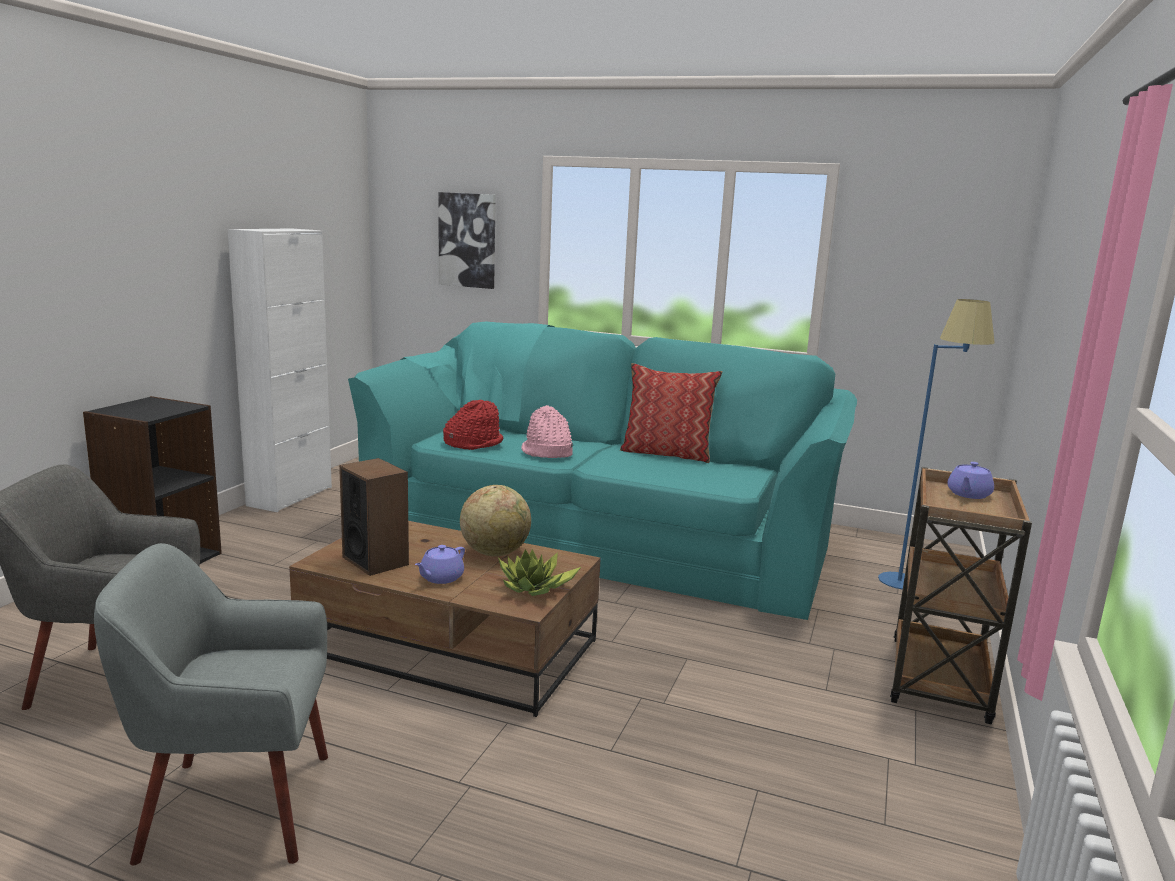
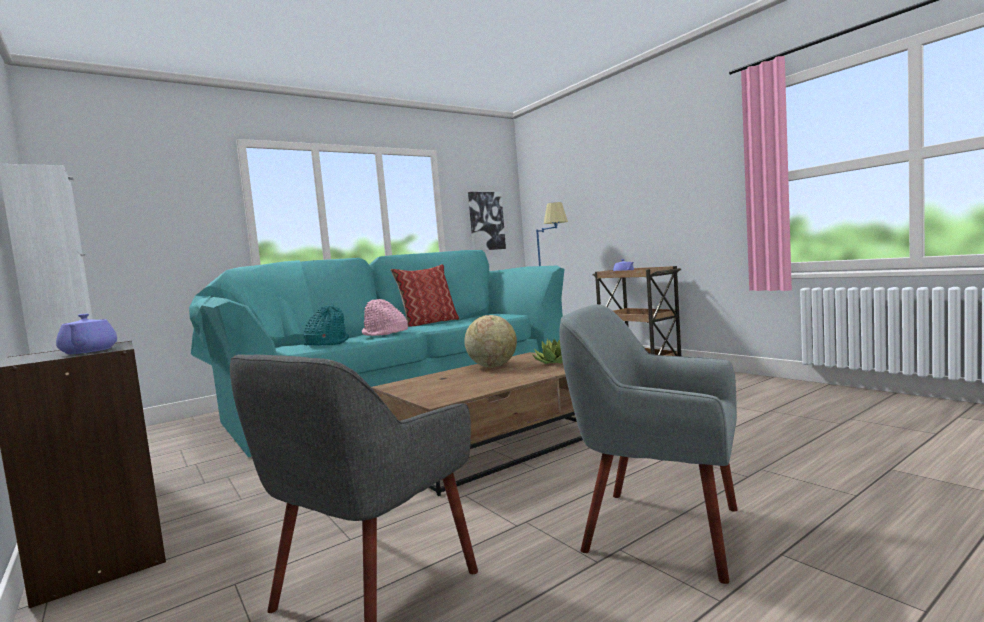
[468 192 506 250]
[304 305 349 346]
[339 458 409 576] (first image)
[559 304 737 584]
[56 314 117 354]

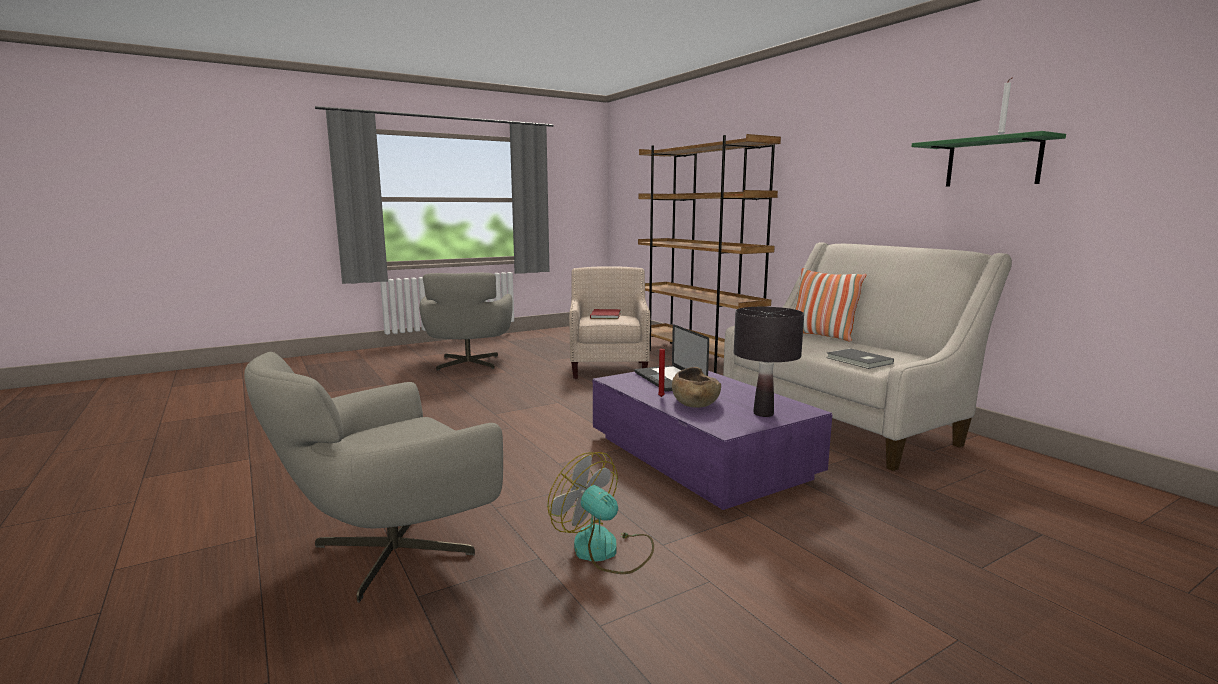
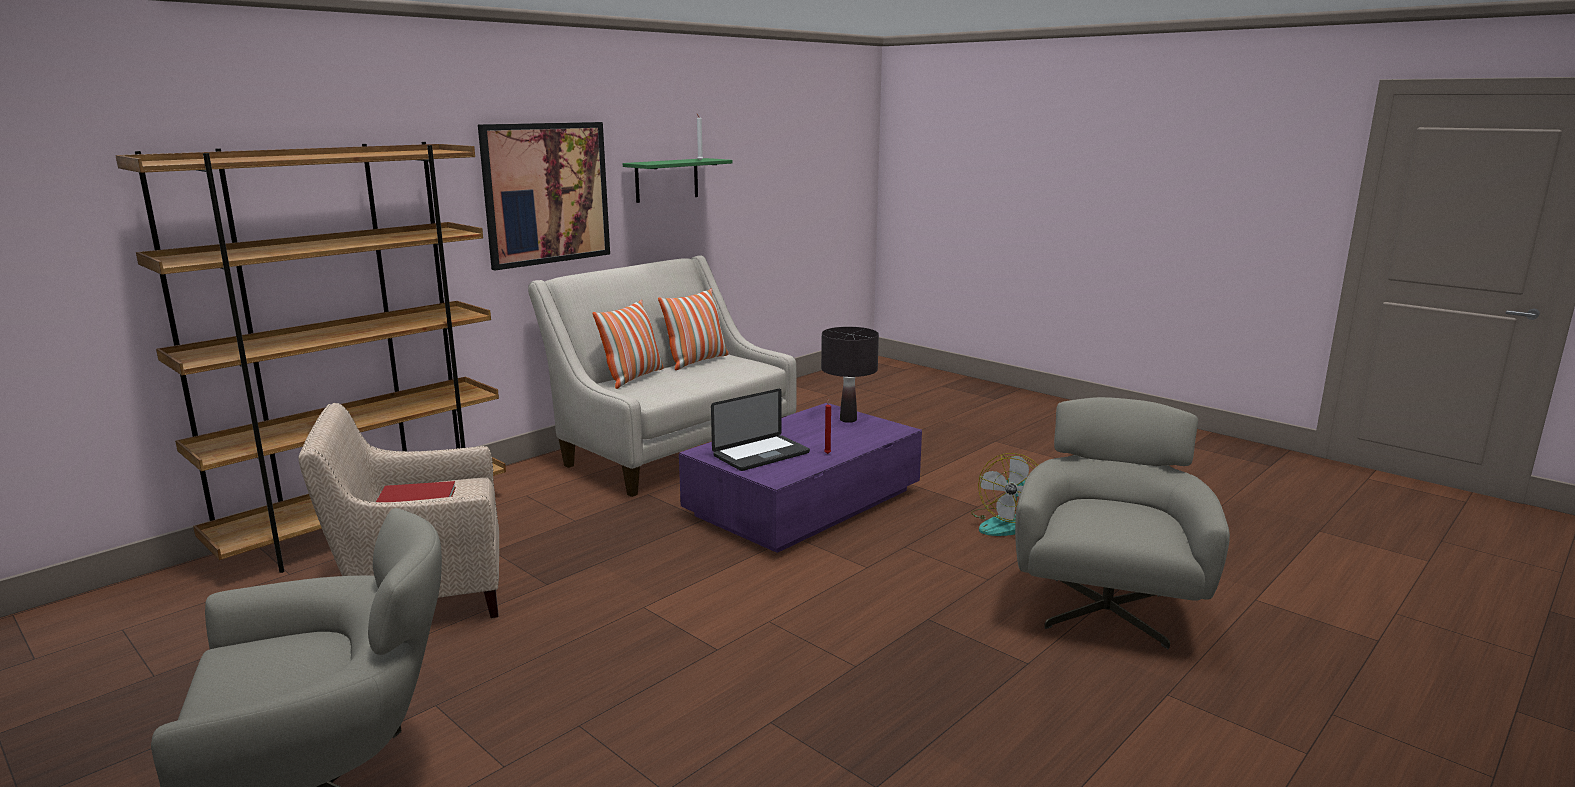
[826 348 894 369] (first image)
[1015 397 1230 649]
[672 367 721 408] (first image)
[478 122 610 270]
[658 289 729 370]

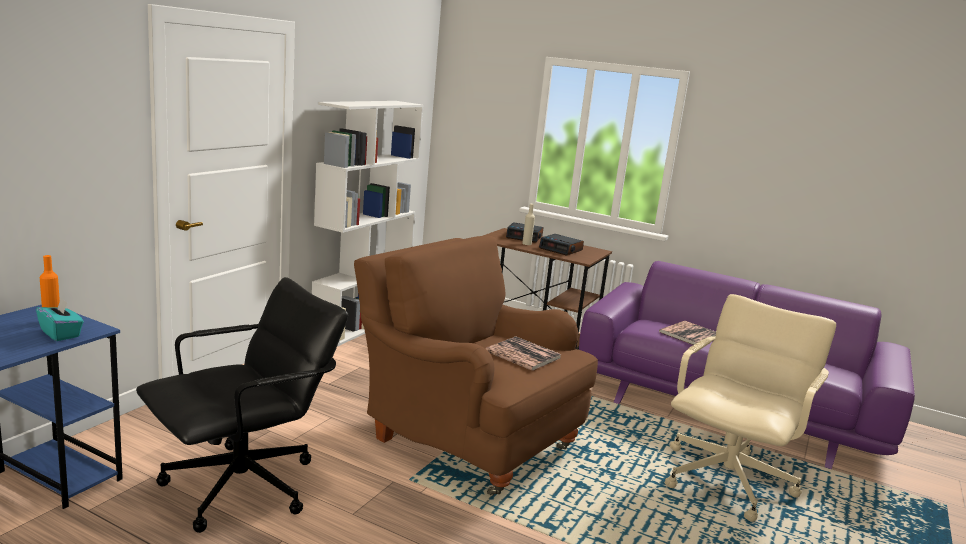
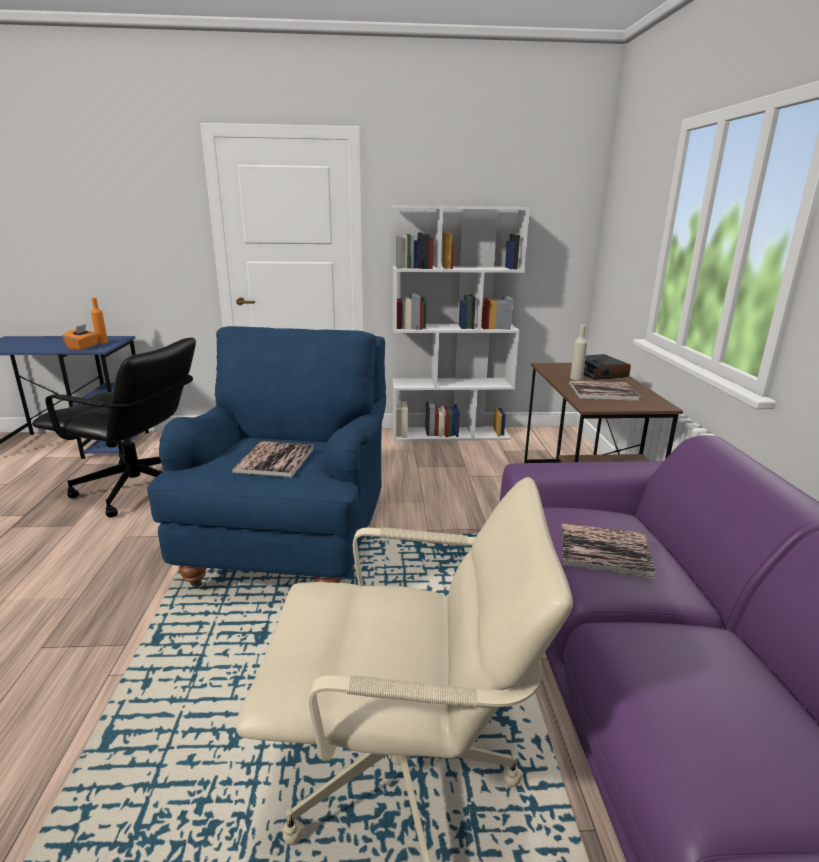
[569 380 640 401]
[147 326 386 589]
[62 324 99 350]

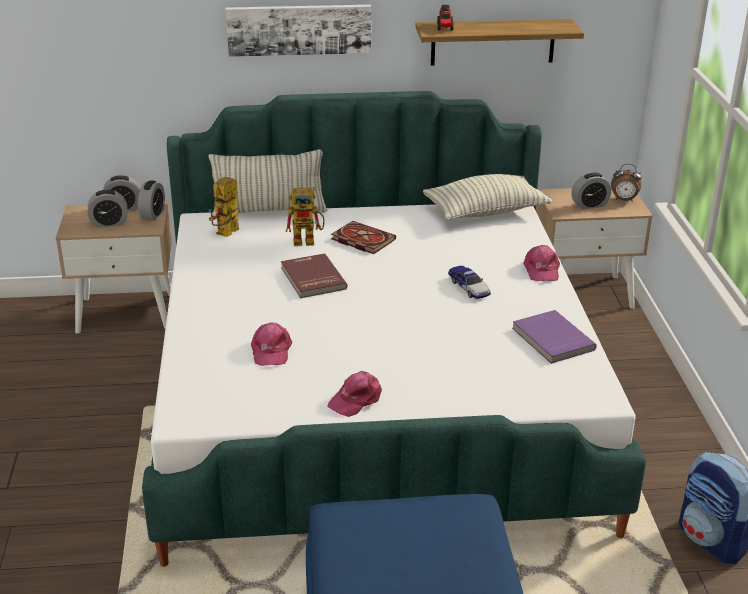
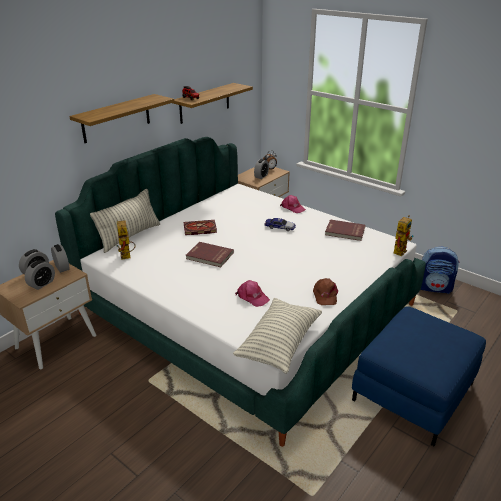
[69 94 174 143]
[233 298 322 374]
[394 215 413 256]
[325 219 365 241]
[313 278 338 305]

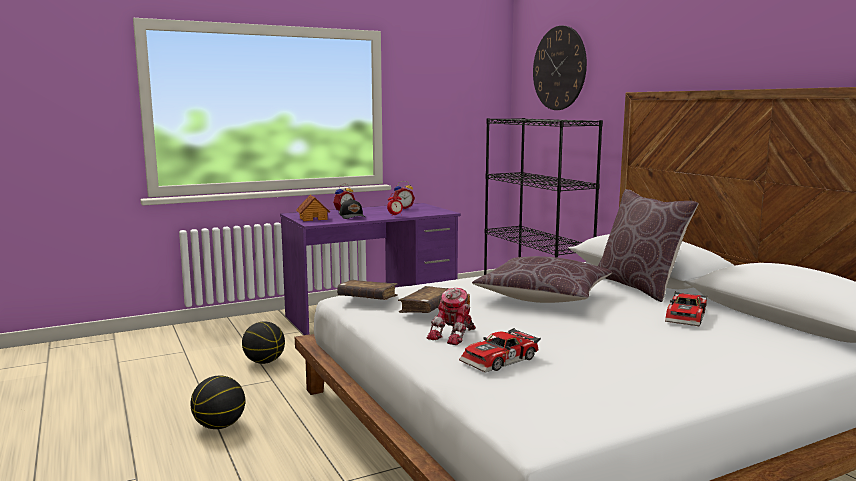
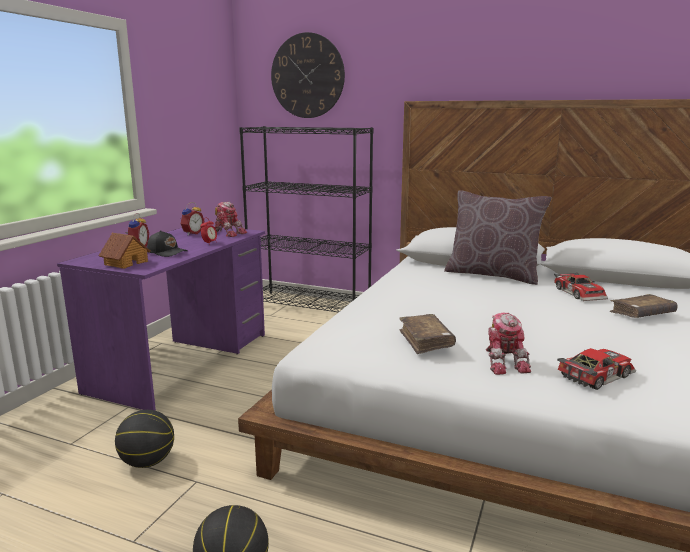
[472 256 612 303] (first image)
[610 294 678 318]
[557 348 636 390]
[215 202 247 237]

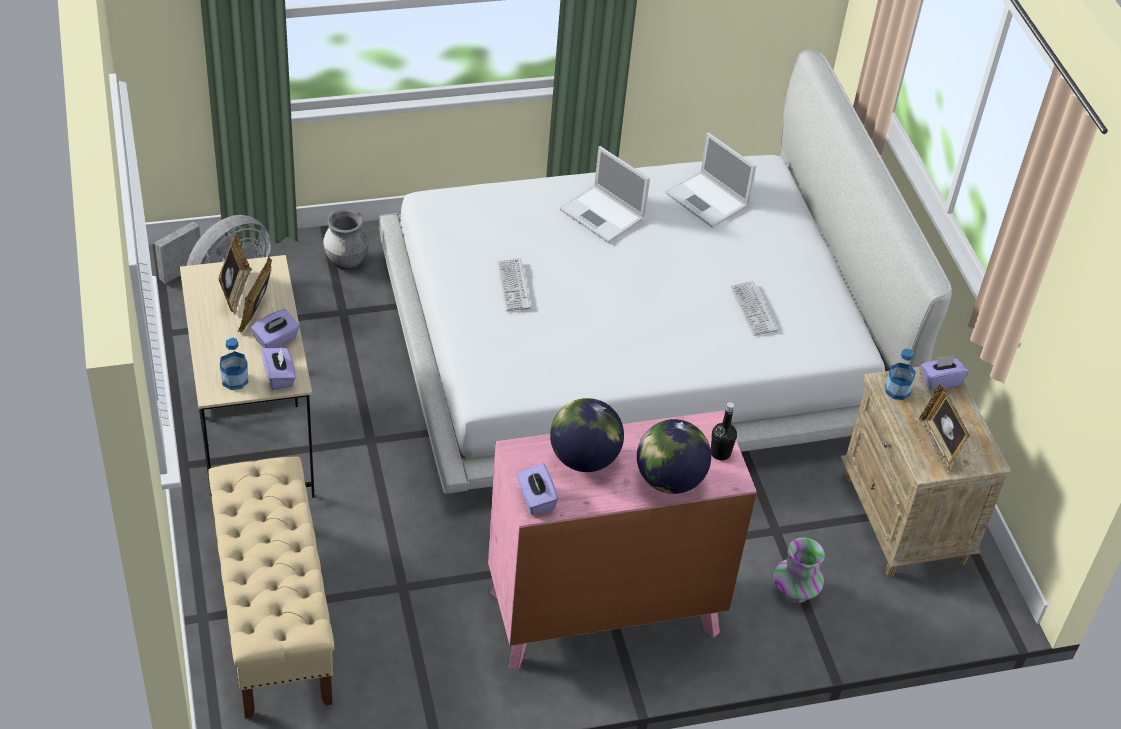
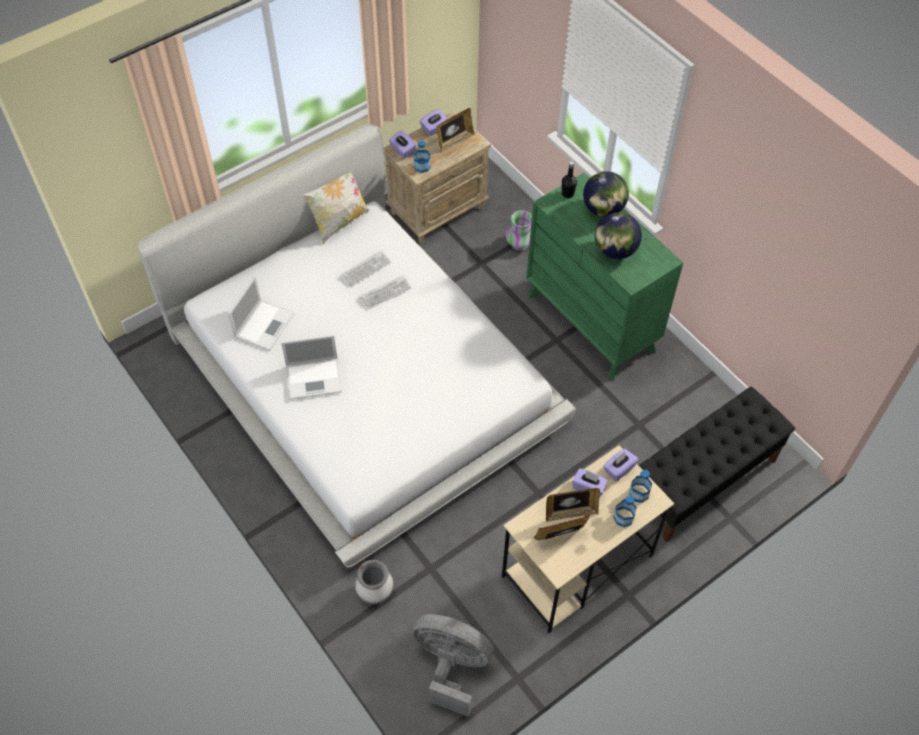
[281 334 342 400]
[359 275 412 310]
[526 173 683 381]
[638 387 795 543]
[420 109 448 136]
[303 172 369 245]
[613 495 637 527]

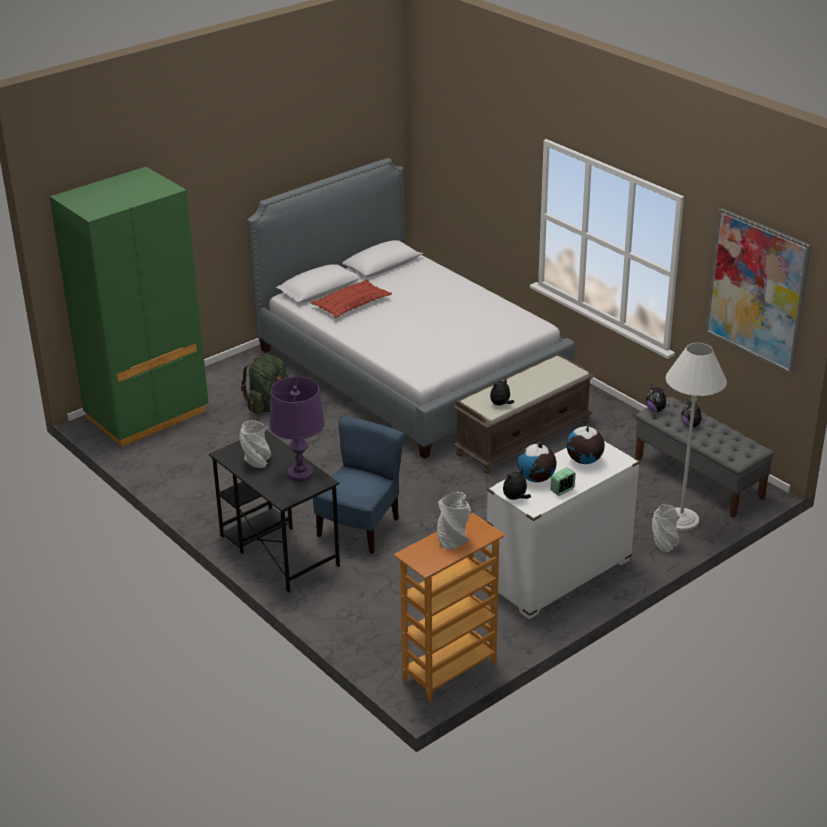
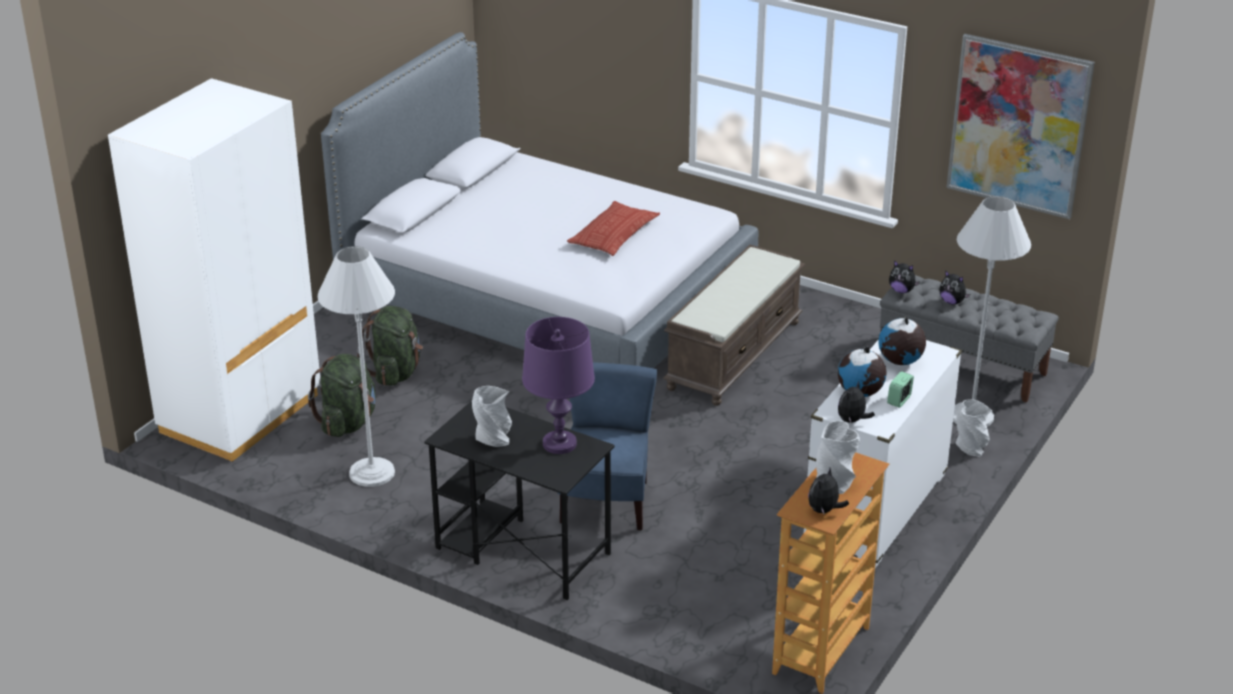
[108 78 320 462]
[567 201 660 256]
[808 468 849 515]
[318 246 395 487]
[308 354 376 437]

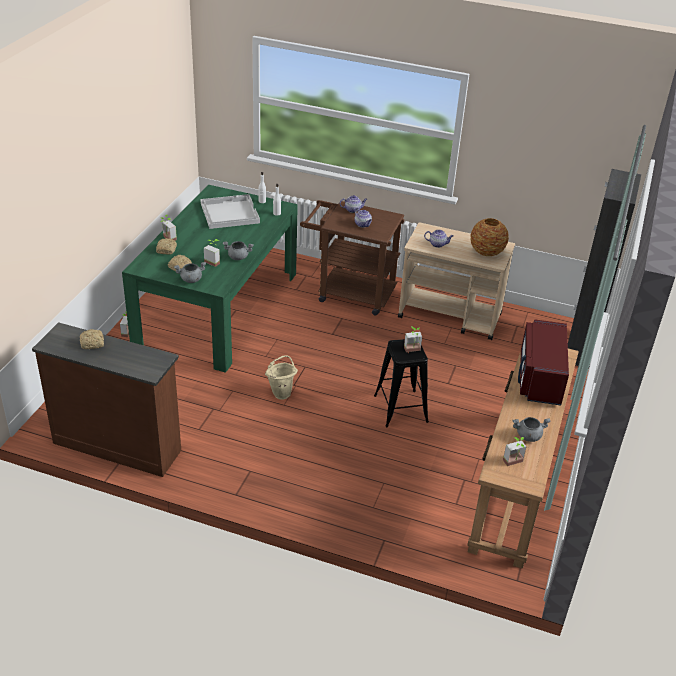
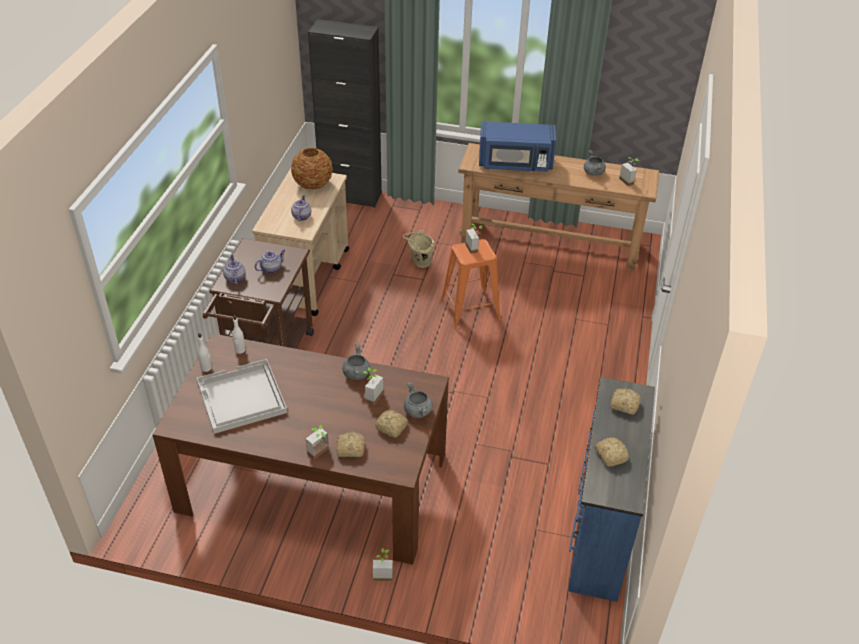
[152 333 449 565]
[479 121 556 172]
[568 377 655 602]
[440 239 501 330]
[402 230 435 268]
[610 388 641 415]

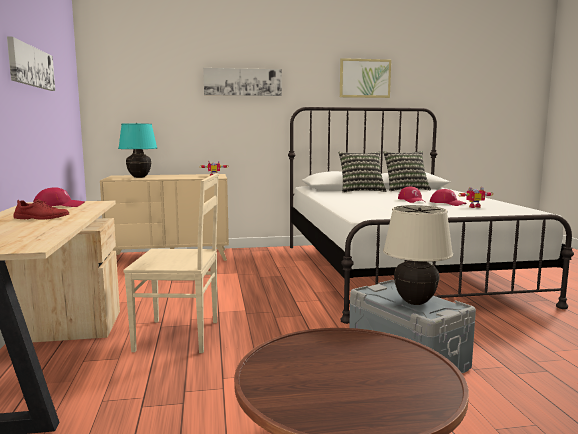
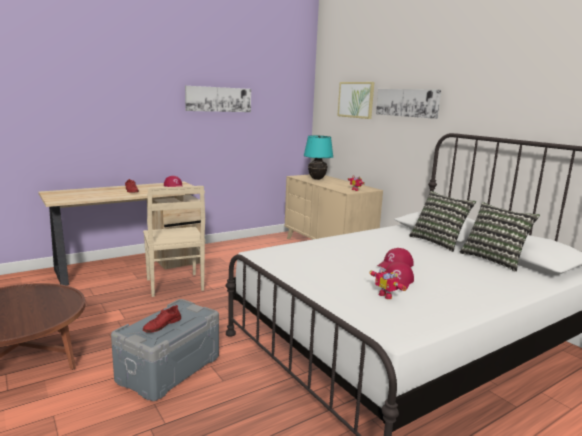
[337 82 374 119]
[143 305 181 333]

